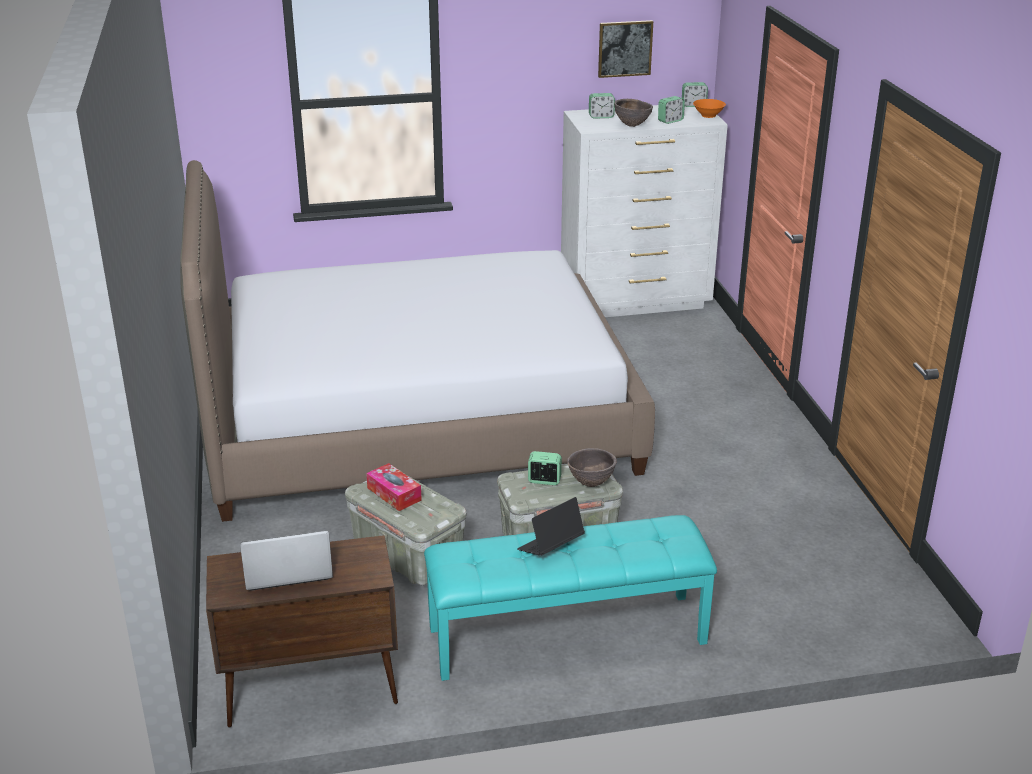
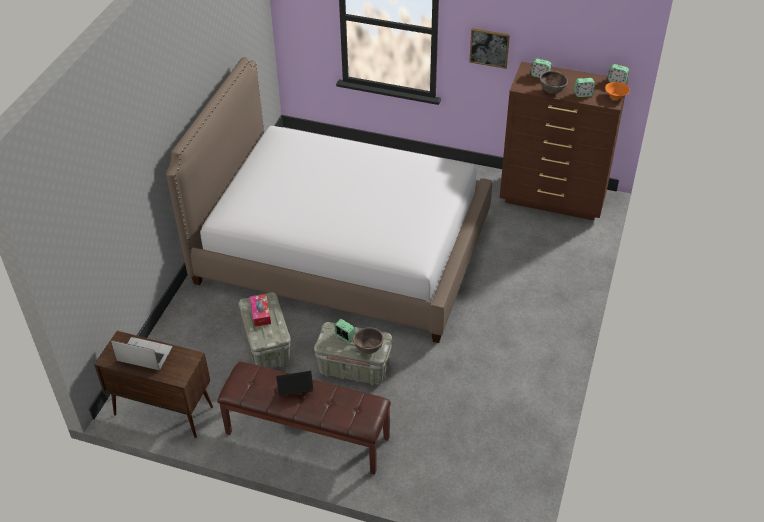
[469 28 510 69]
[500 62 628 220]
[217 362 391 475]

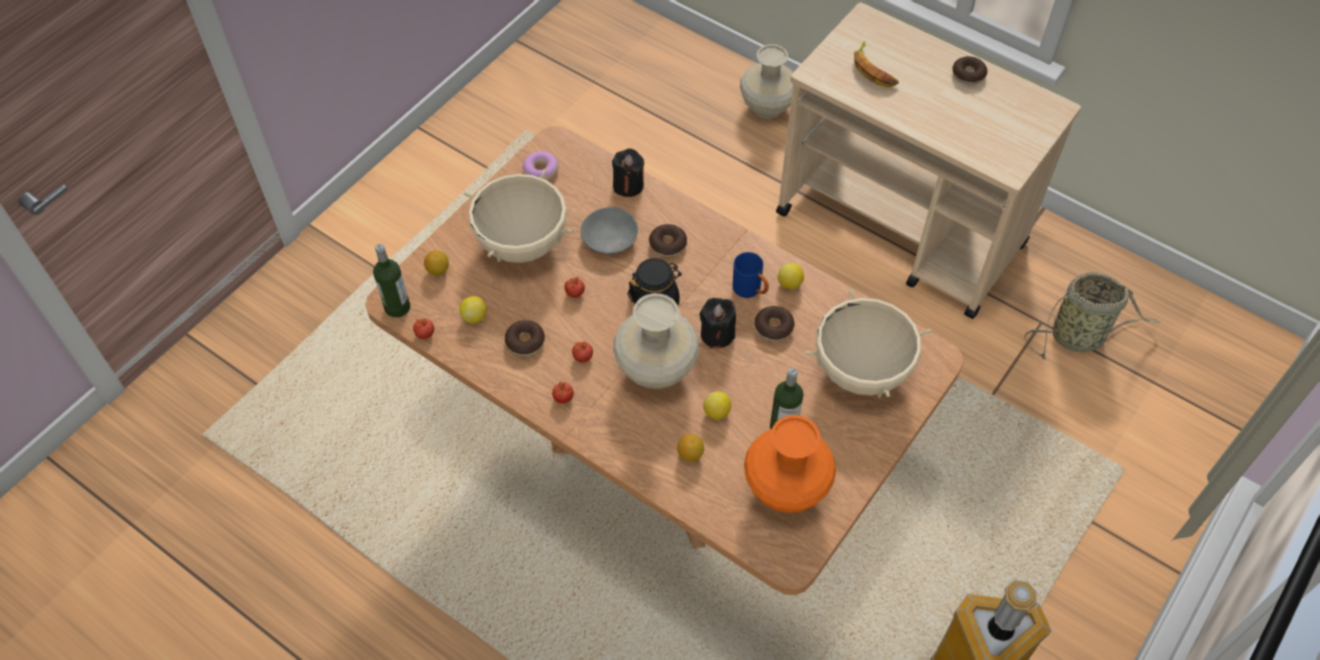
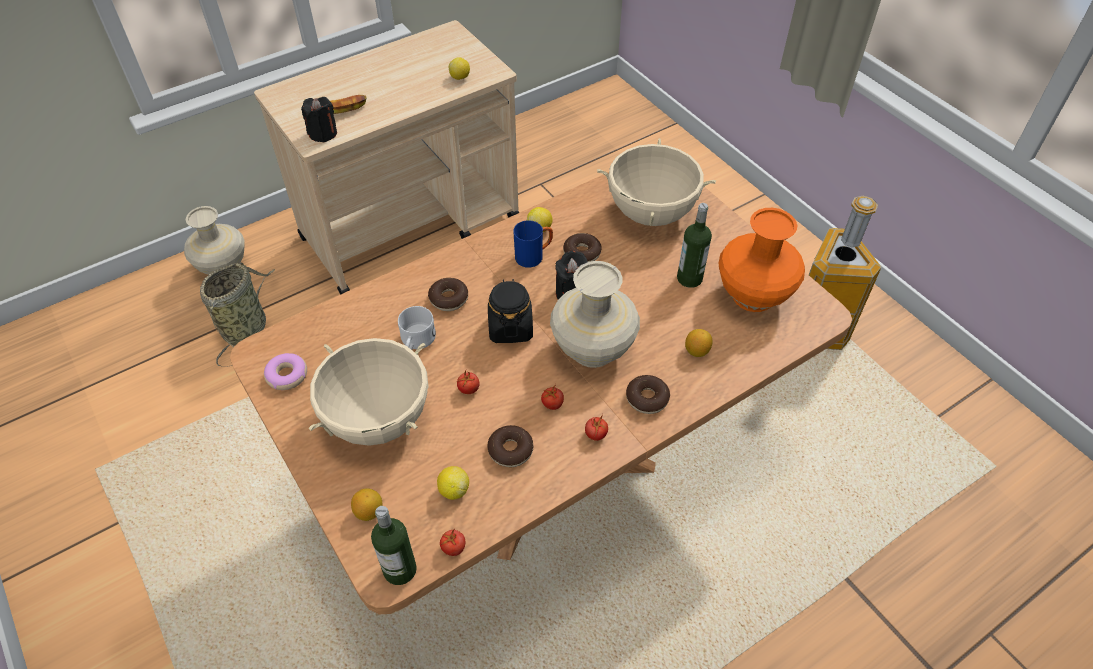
[626 375 670 414]
[301 97 337 143]
[398 306 436 350]
[200 263 275 367]
[449 57 470 80]

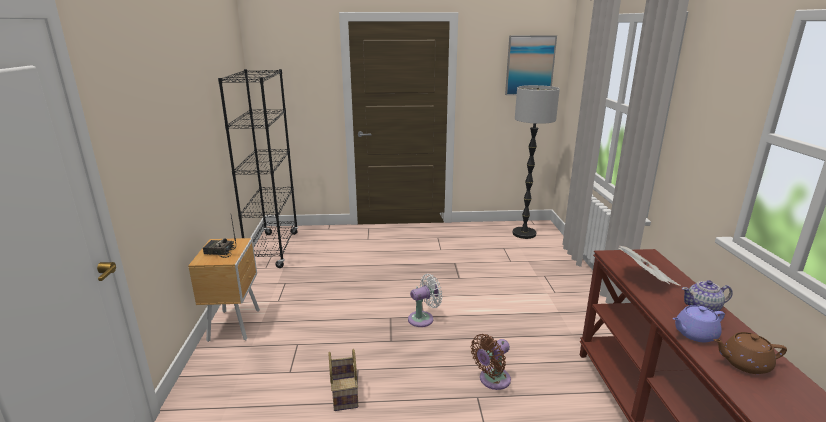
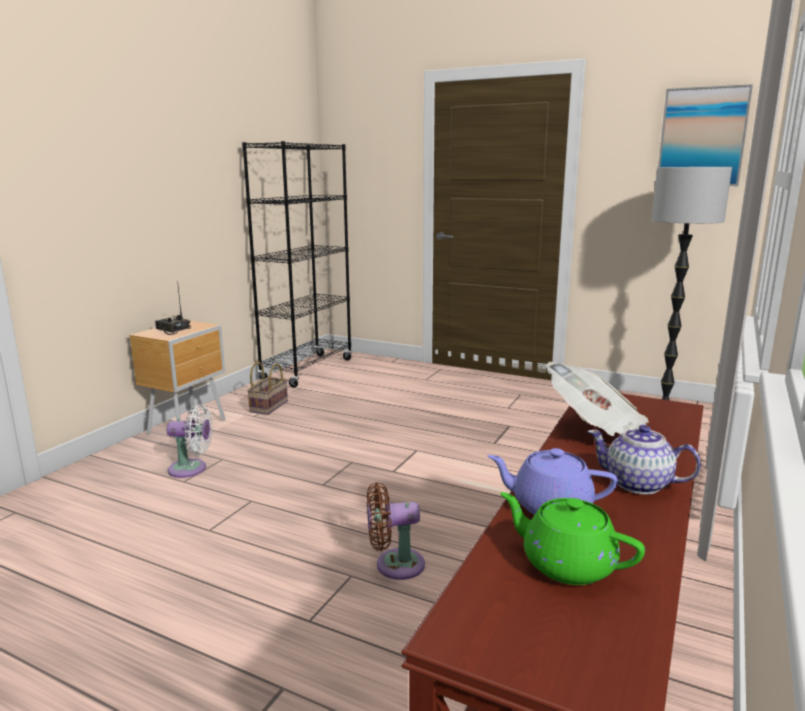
[167 404 213 478]
[500 492 645 585]
[247 361 288 415]

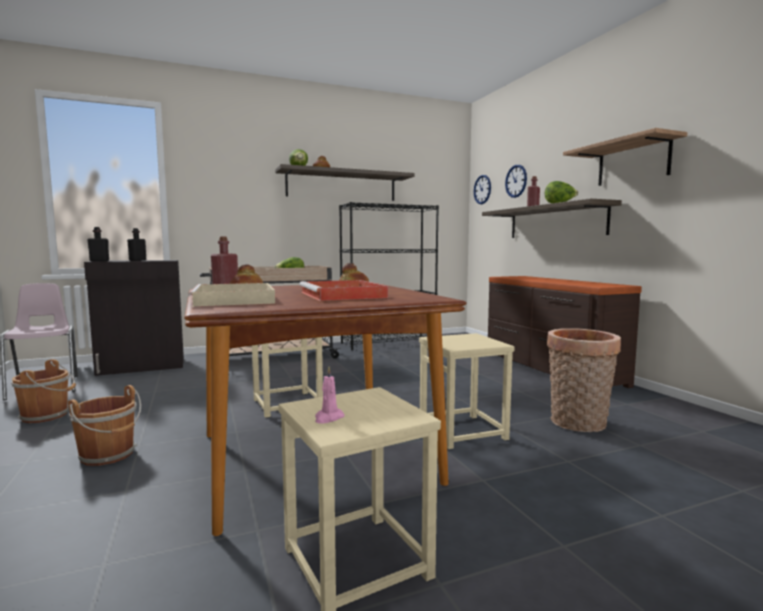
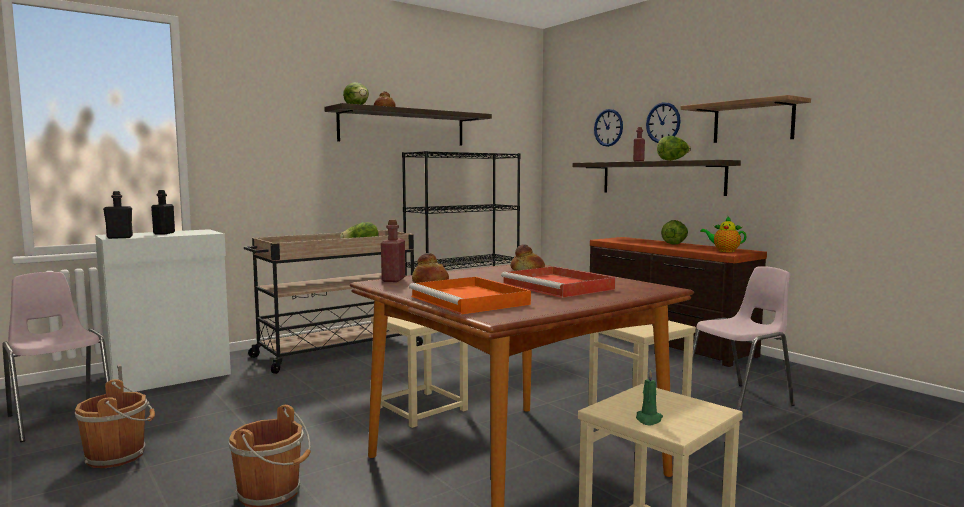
[646 102 681 143]
[95 229 231 392]
[409 277 531 315]
[692 266 795 411]
[636 370 663 425]
[700 217 747 252]
[661 220 688 245]

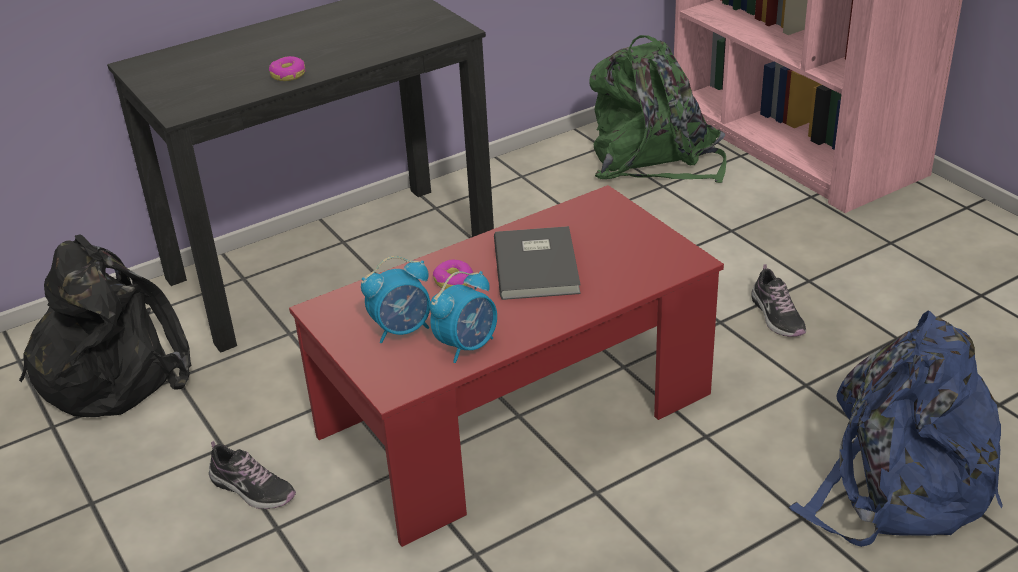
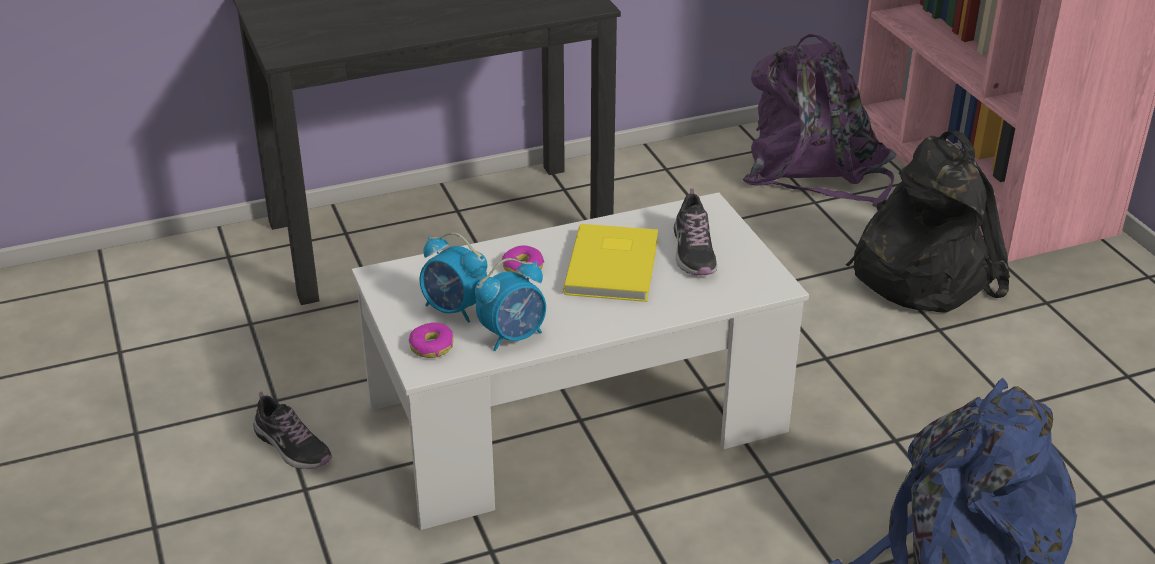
[743 34 896 207]
[409 323 454 358]
[352 192 809 530]
[563 224 658 302]
[846 131 1010 313]
[420 232 487 323]
[674 188 717 276]

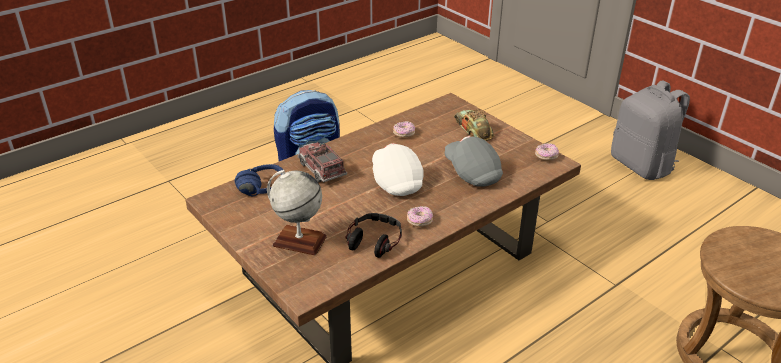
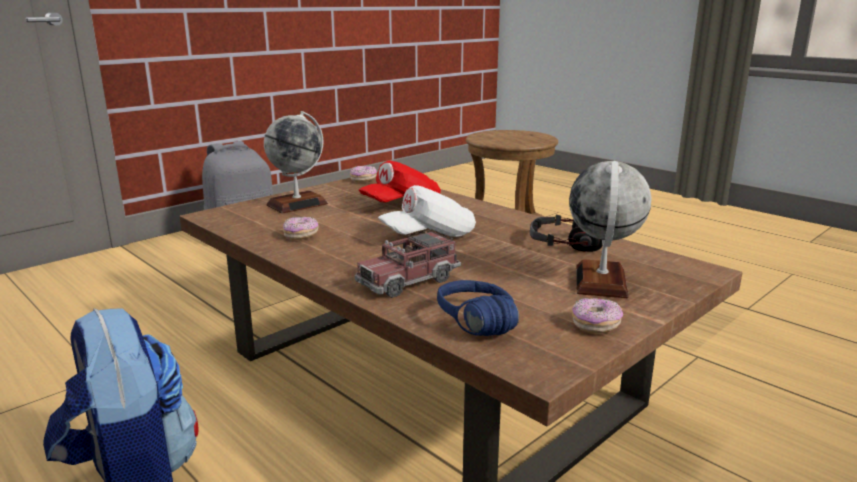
[264 111 328 214]
[359 161 441 202]
[572 298 623 334]

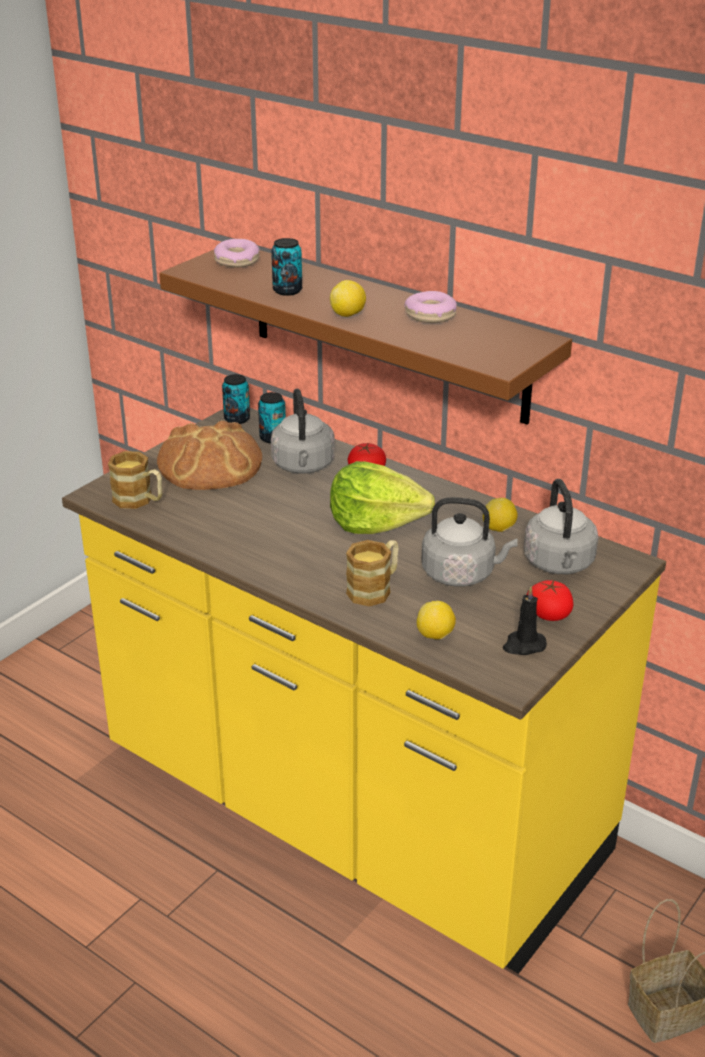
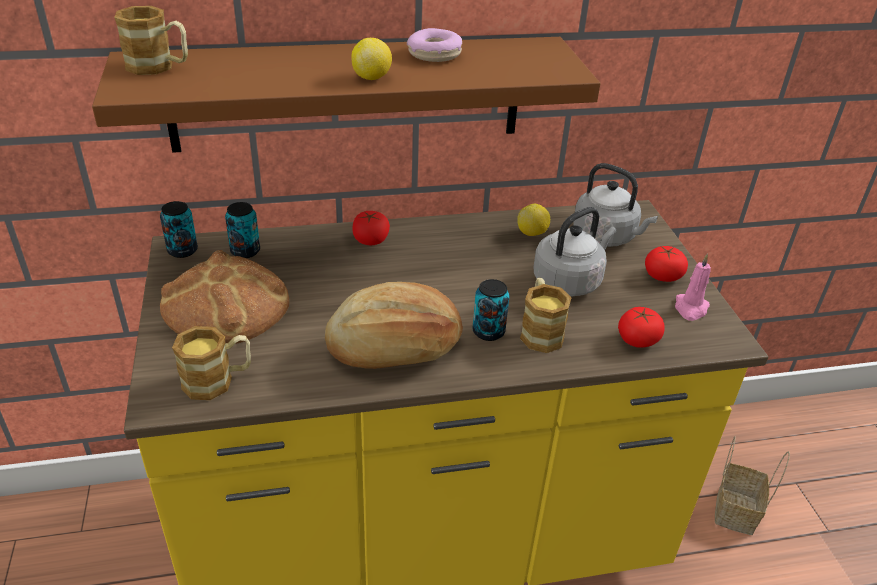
[473 279 510 341]
[114 6 188 75]
[271 389 335 474] (first image)
[330 461 435 534] (first image)
[675 253 711 321]
[618 307 665 348]
[325 282 463 369]

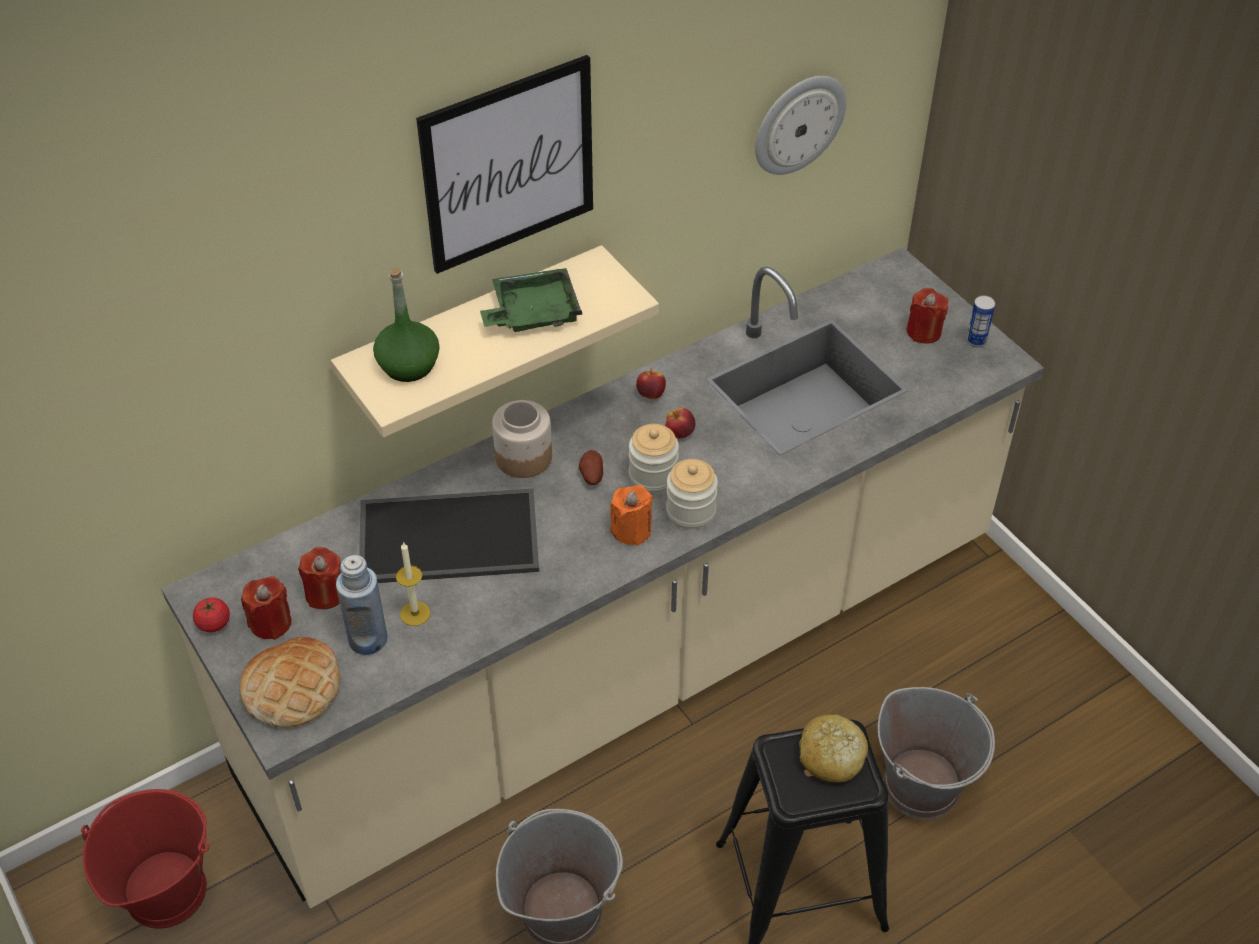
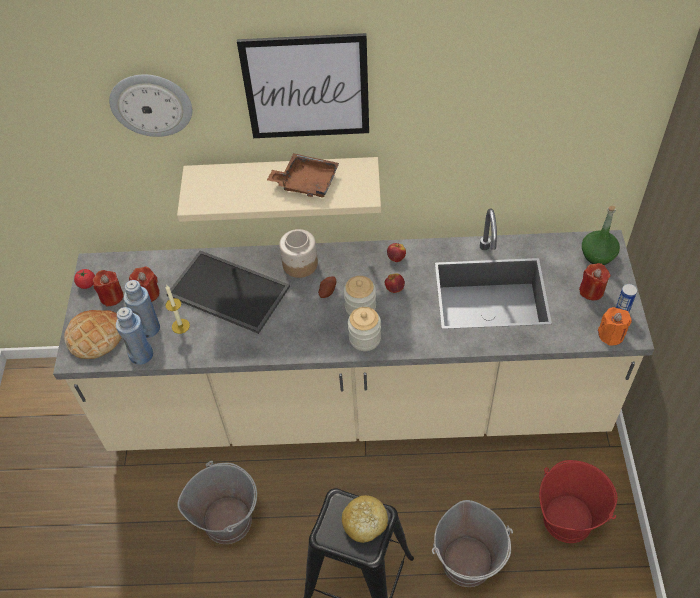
[109 74 192 137]
[582 206 620 265]
[267 153 339 197]
[598 307 632 346]
[539 460 618 543]
[116 307 153 365]

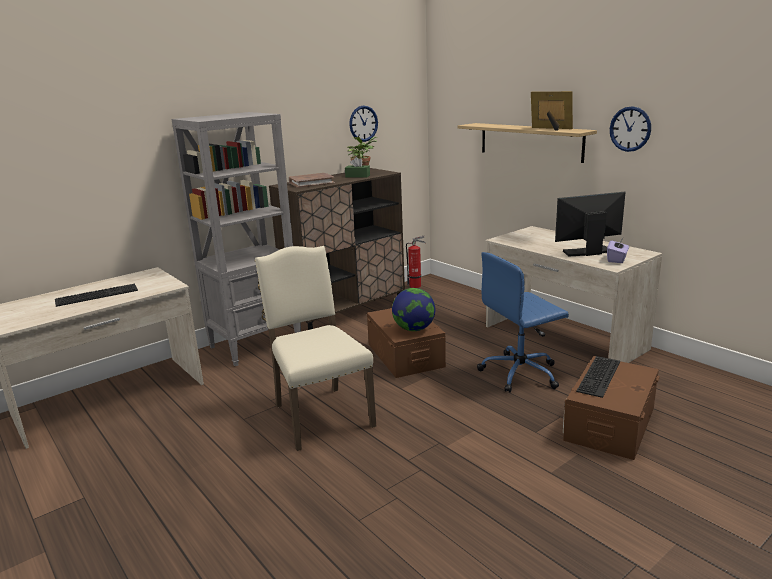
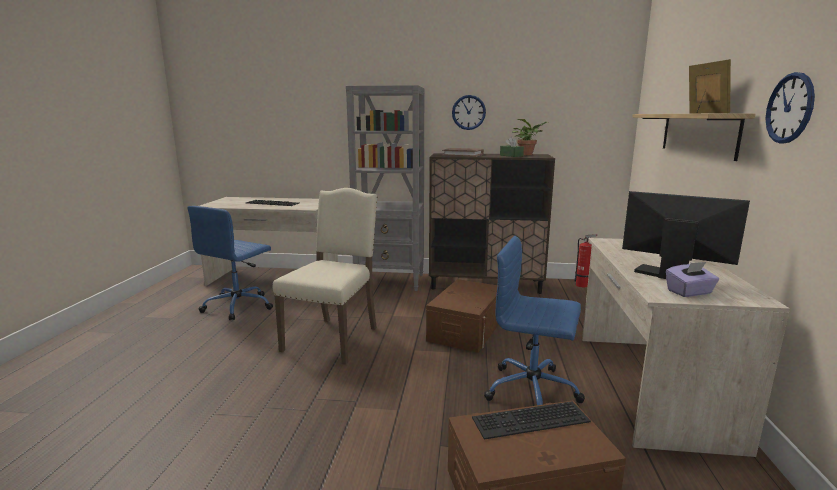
[452 95 486 130]
[392 288 435 331] (first image)
[187 206 273 320]

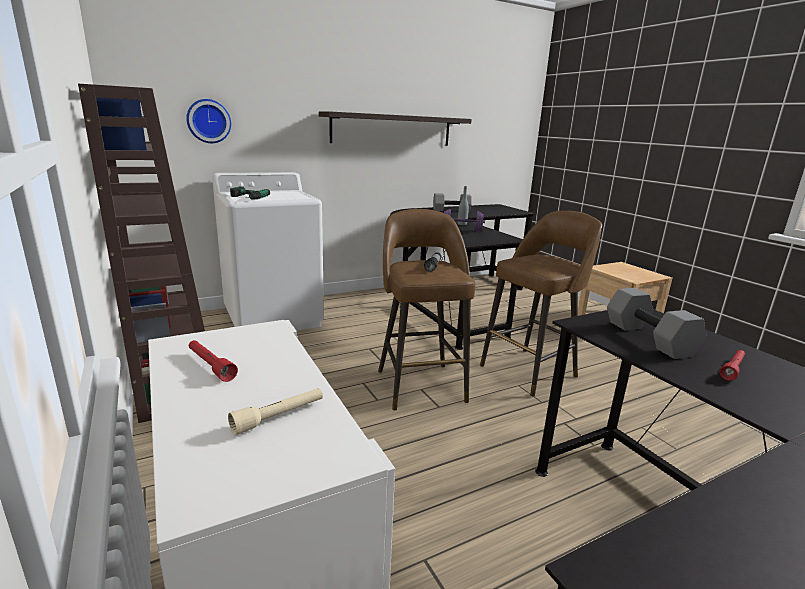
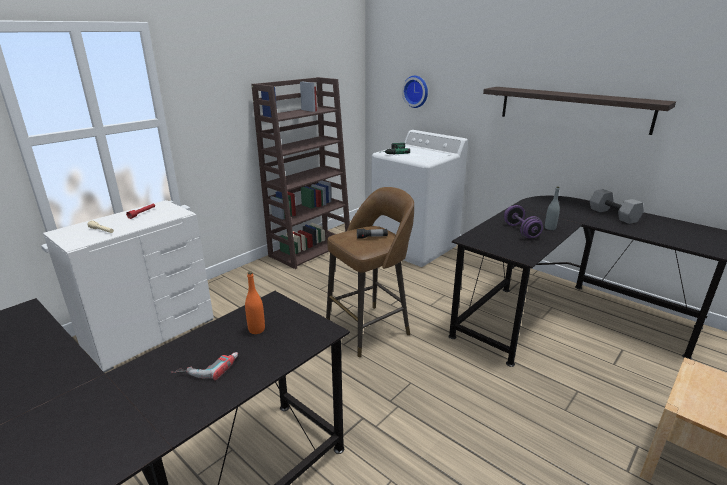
[480 211 602 397] (first image)
[245 271 265 334]
[171 352 238 380]

